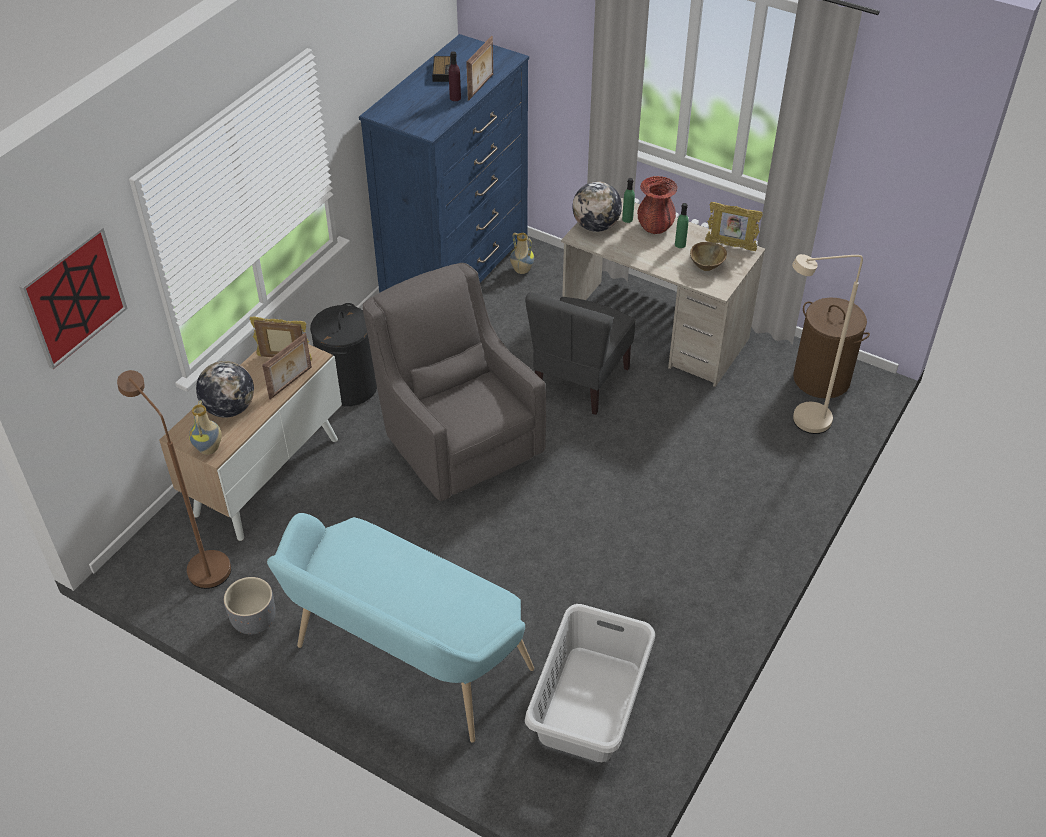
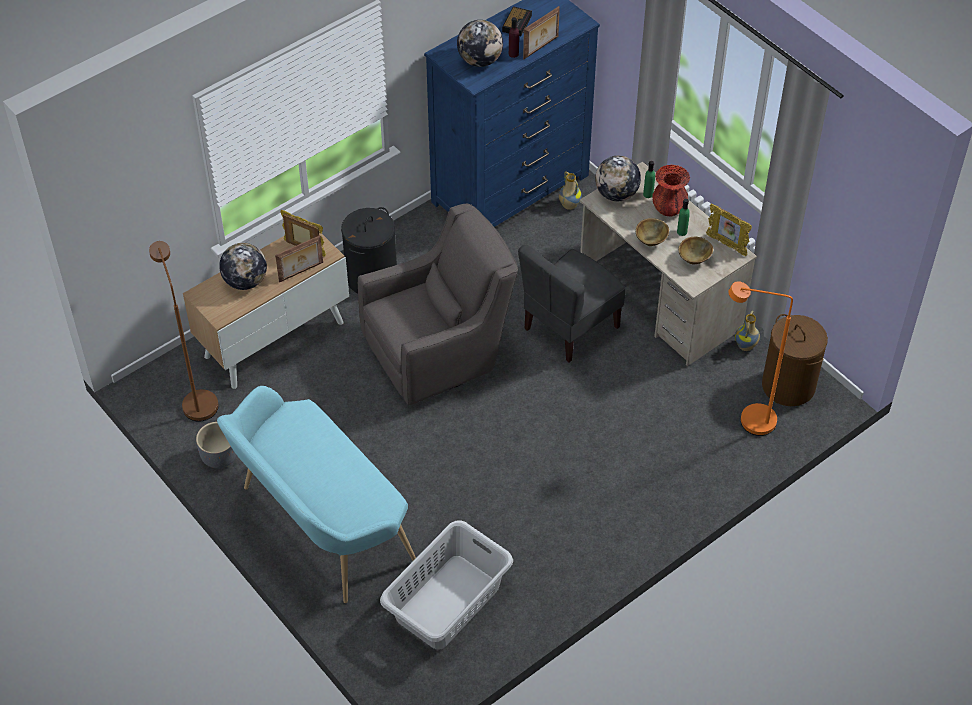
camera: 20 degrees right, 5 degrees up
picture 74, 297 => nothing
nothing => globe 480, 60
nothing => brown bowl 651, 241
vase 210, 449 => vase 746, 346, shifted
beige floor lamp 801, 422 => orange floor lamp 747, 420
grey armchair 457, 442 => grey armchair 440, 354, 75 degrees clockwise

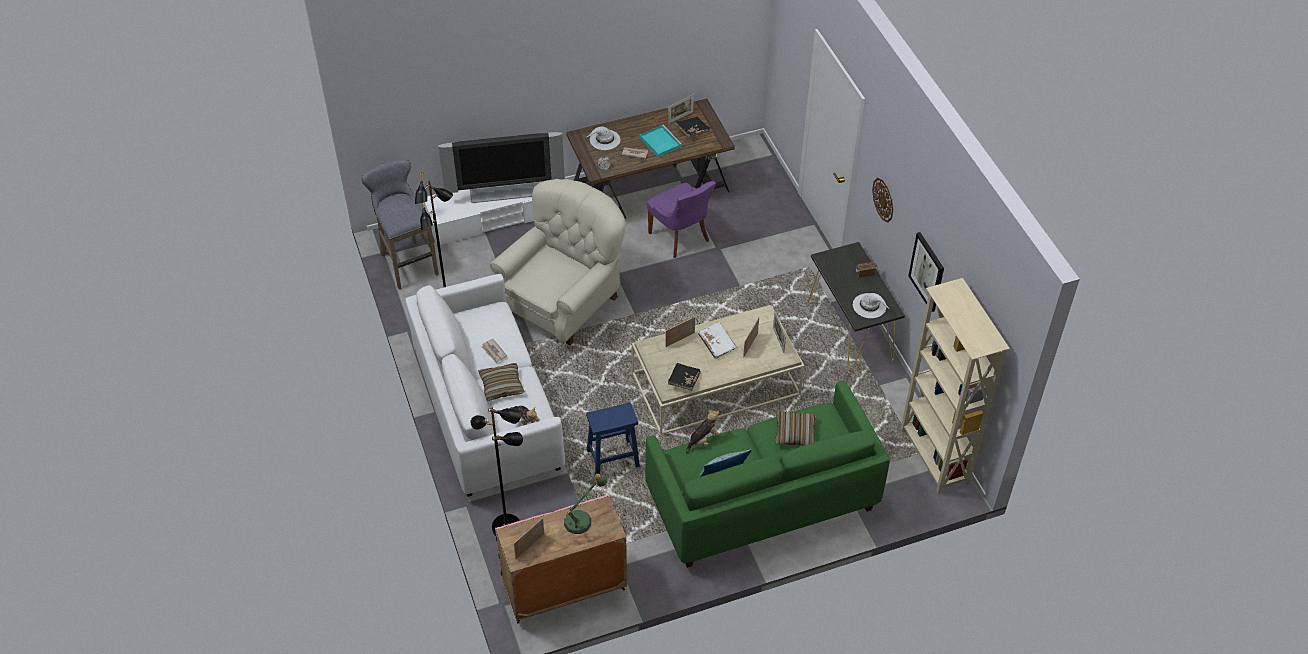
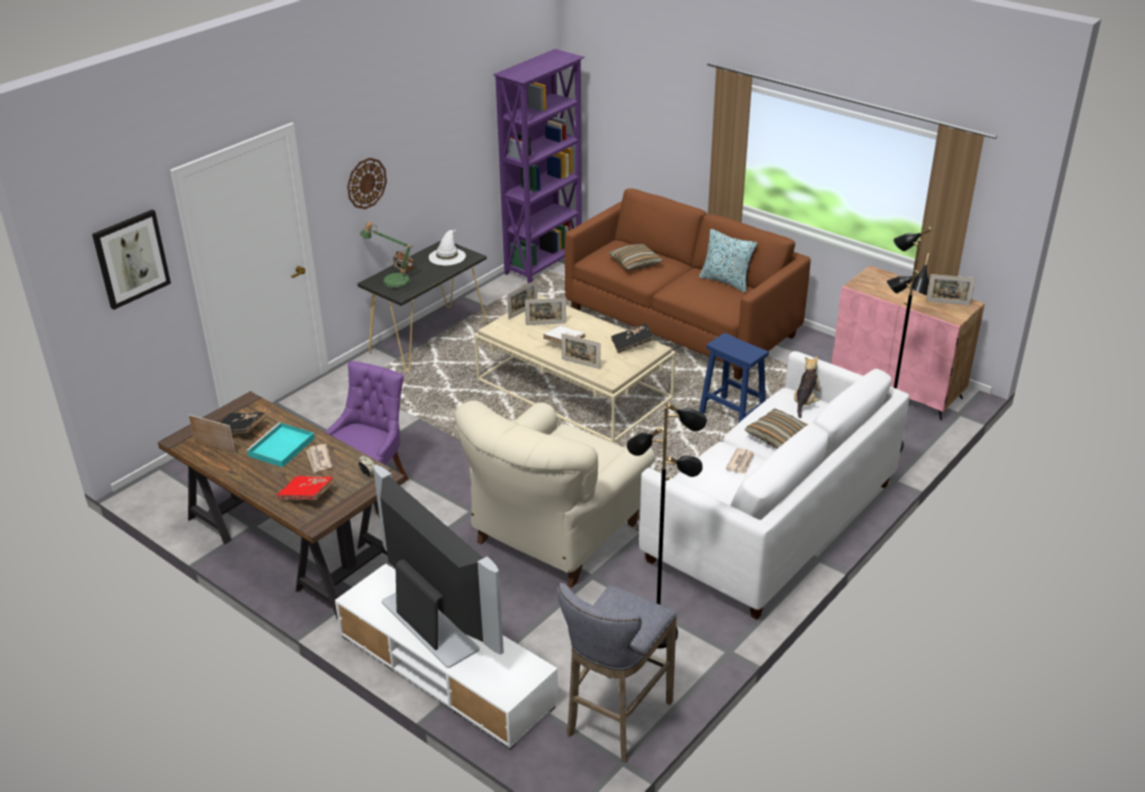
camera: 120 degrees left, 15 degrees down
plush toy 703, 440 => nothing
table lamp 582, 520 => table lamp 392, 281, shifted
picture 927, 271 => picture 131, 258, shifted
white hat 604, 140 => red book 307, 495
green sofa 761, 499 => brown sofa 681, 324
beige bookcase 933, 457 => purple bookcase 545, 263
beige armchair 563, 301 => beige armchair 555, 535, 60 degrees counterclockwise

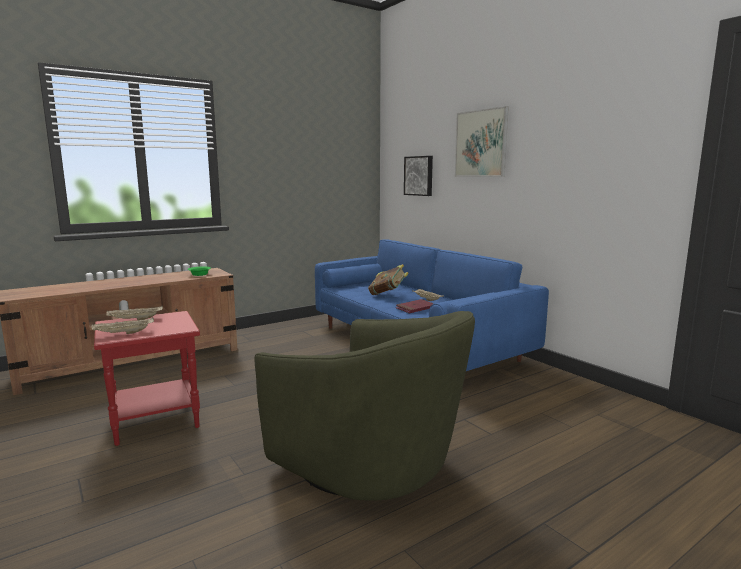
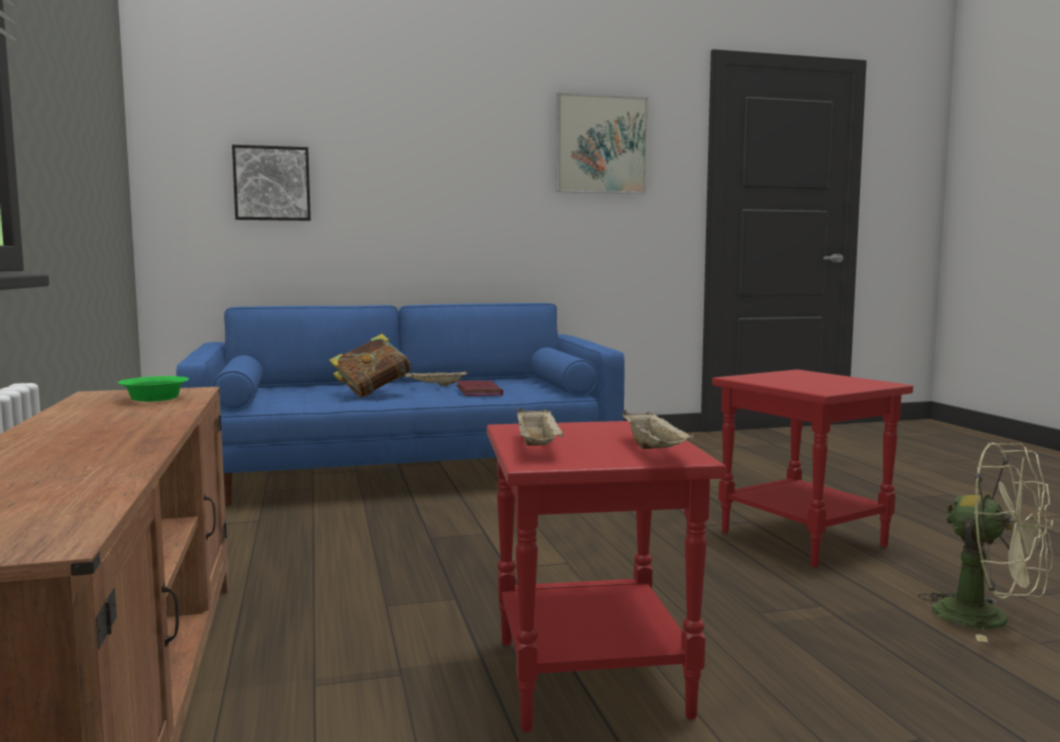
camera: 70 degrees left, 5 degrees down
nothing => green fan 988, 620
picture 481, 143 => picture 601, 144, shifted
green armchair 368, 466 => red side table 805, 539

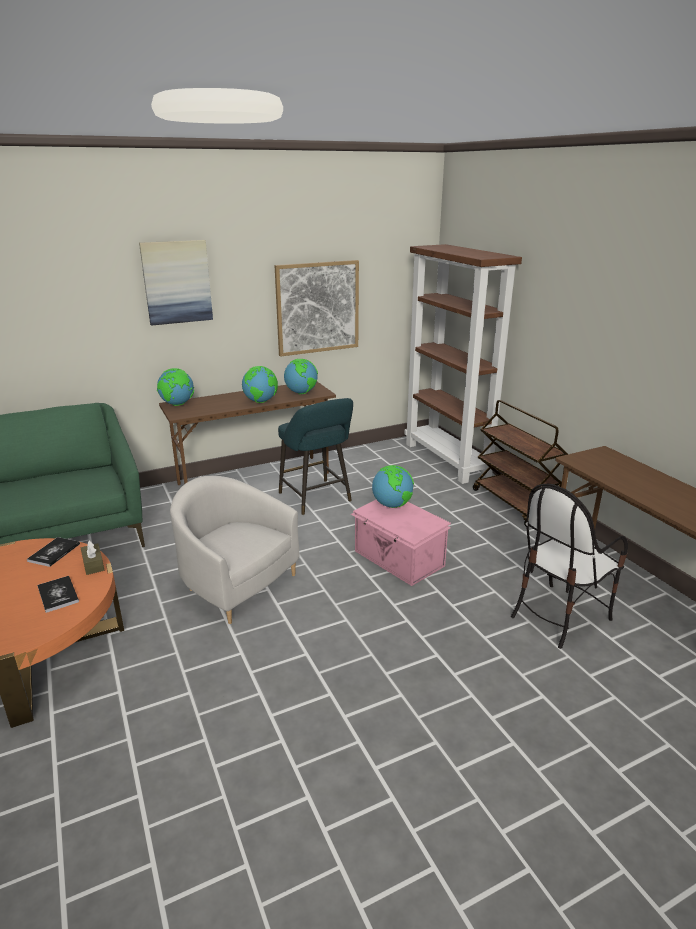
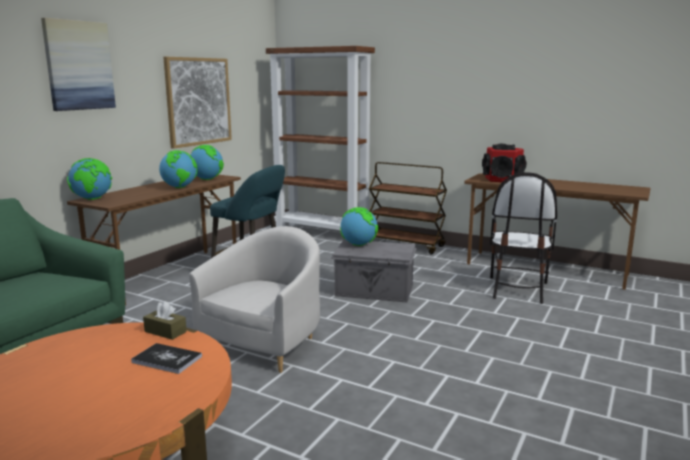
camera: 35 degrees left, 10 degrees down
book 54, 552 => nothing
nothing => speaker 502, 179
pink storage box 398, 559 => grey storage box 374, 291
white armchair 236, 584 => white armchair 265, 342, 120 degrees clockwise

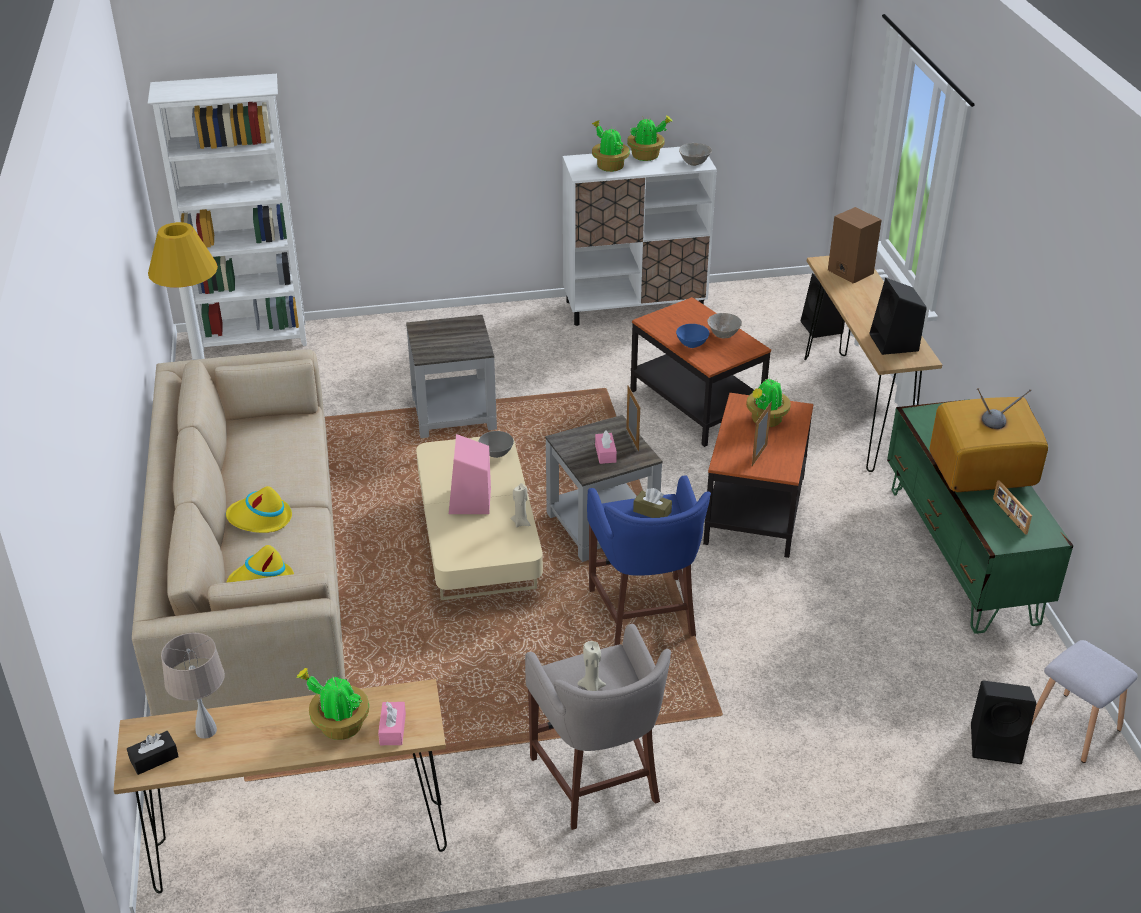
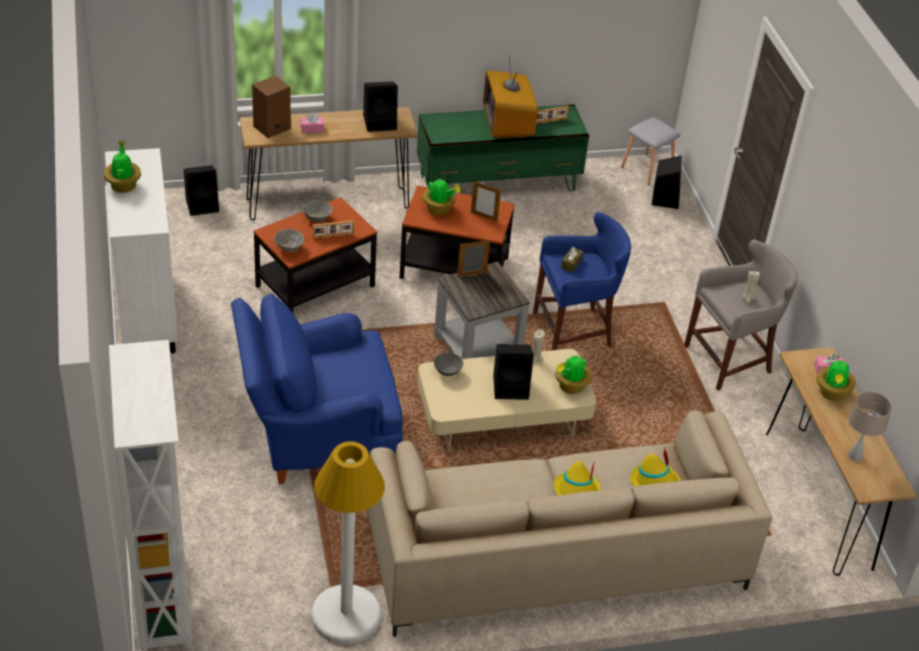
camera: 95 degrees left, 5 degrees up
black tissue box 154, 758 => nothing
potted plant 609, 166 => potted plant 570, 386, shifted
pink tissue box 605, 453 => pink tissue box 312, 129, shifted
grey bowl 695, 162 => grey bowl 289, 248, shifted
grey side table 454, 412 => blue armchair 316, 435
blue bowl 692, 345 => picture frame 333, 236
pink speaker 470, 502 => black speaker 512, 387

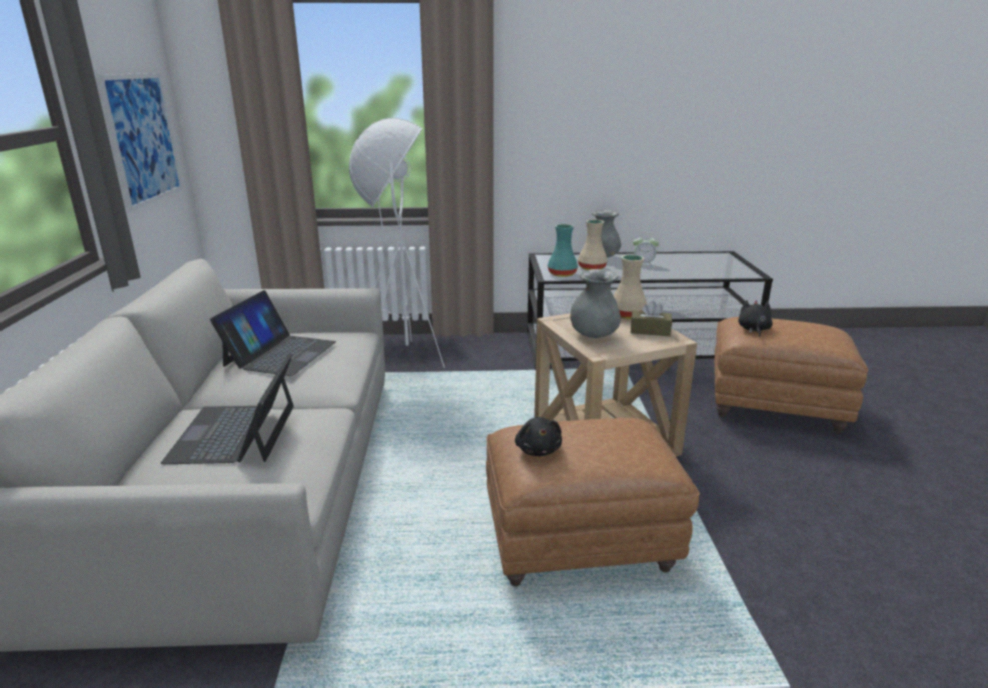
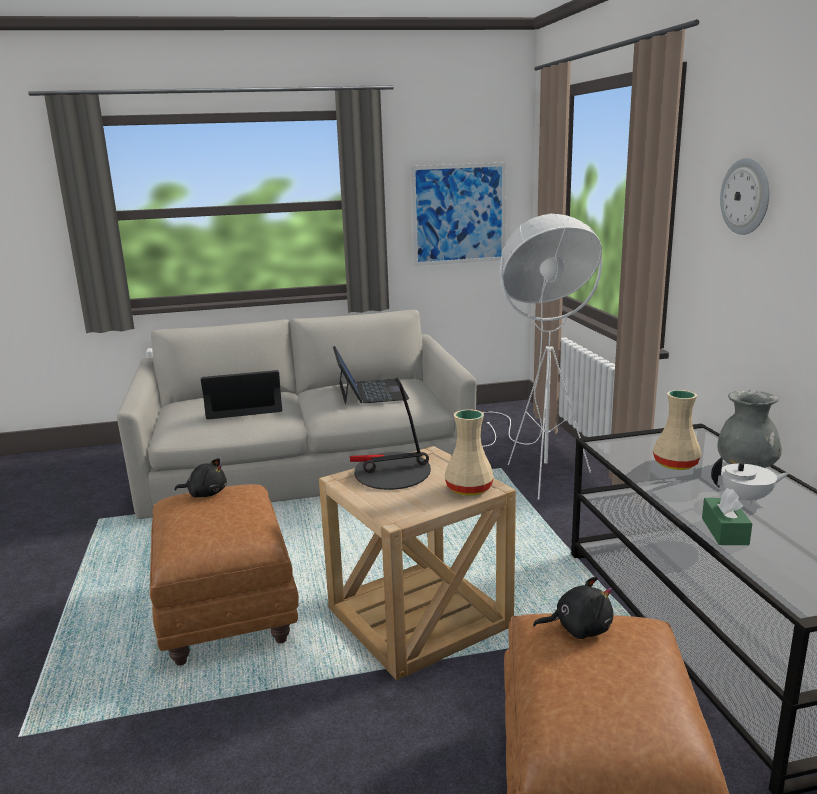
camera: 80 degrees right, 5 degrees down
turquoise vase 563, 274 => nothing
brown tissue box 650, 331 => nothing
nothing => green tissue box 724, 531
nothing => wall clock 746, 196
grey vase 594, 335 => table lamp 392, 474
alarm clock 643, 264 => white teapot 746, 499
laptop 280, 353 => laptop 370, 391, 105 degrees counterclockwise
black plush toy 538, 449 => black plush toy 205, 494, 150 degrees counterclockwise

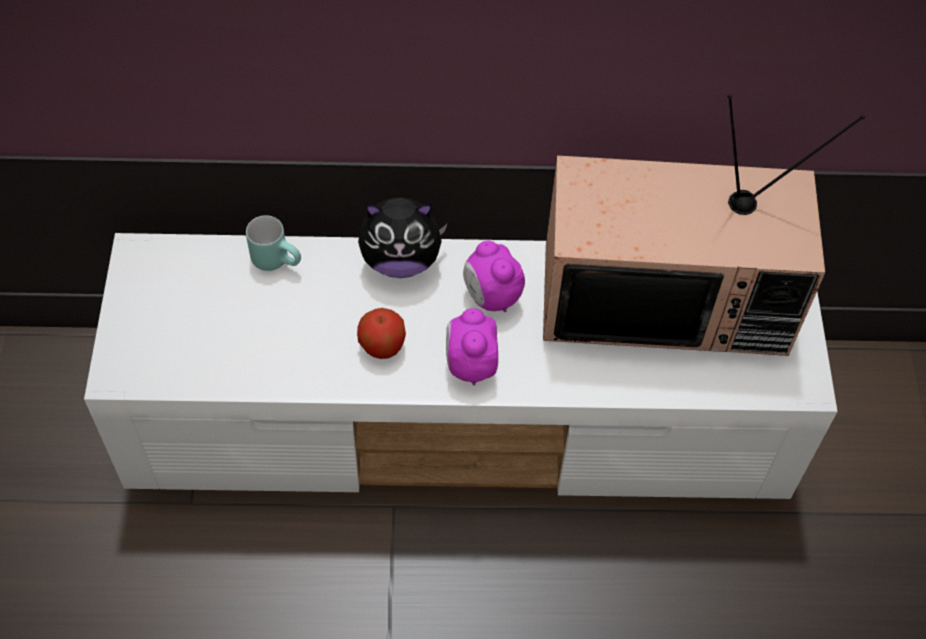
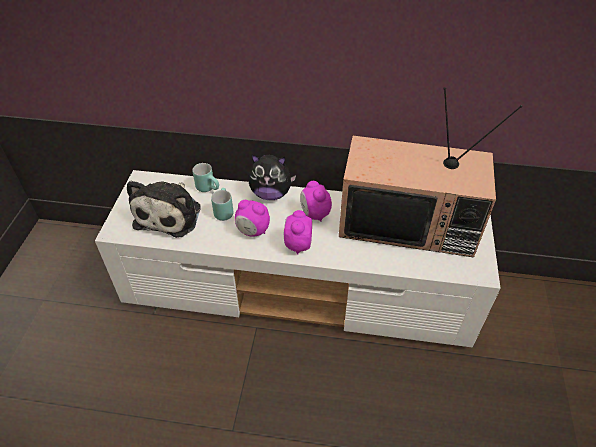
camera: 10 degrees right, 10 degrees down
nothing => plush toy 170, 214
nothing => turquoise mug 222, 211
apple 382, 346 => alarm clock 253, 231

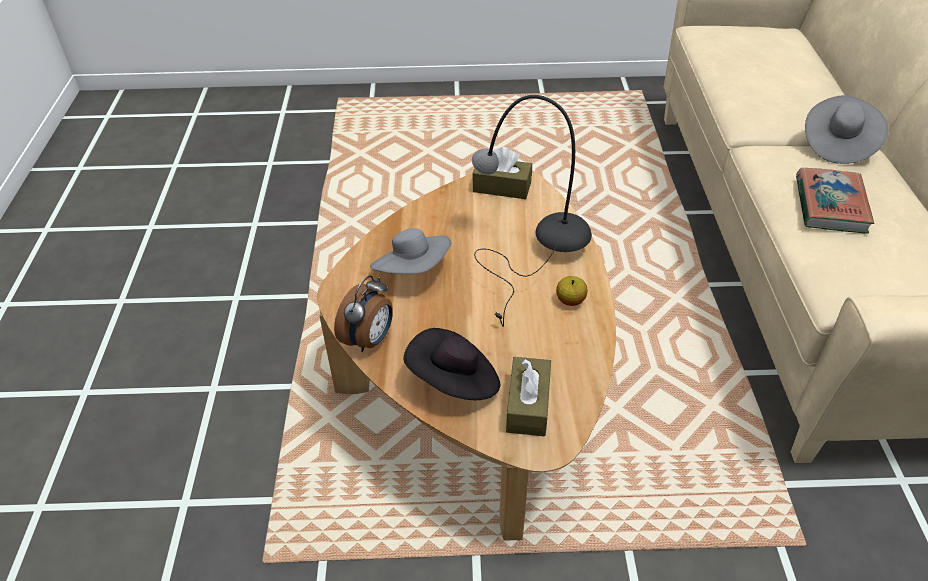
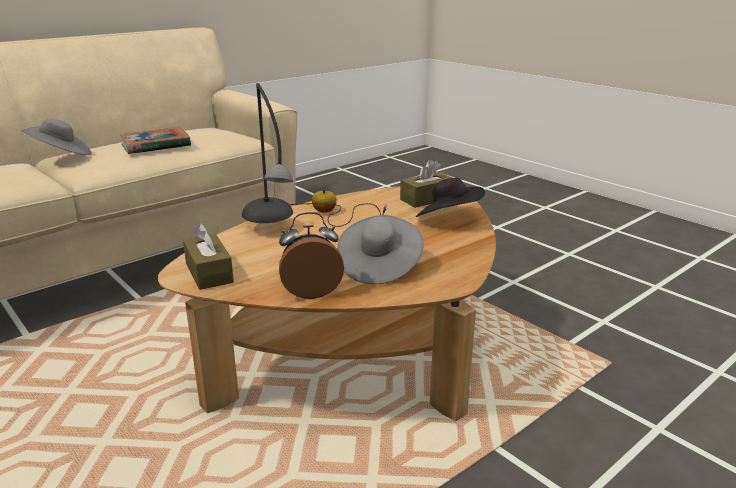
camera: 130 degrees left, 20 degrees down
alarm clock 369, 340 => alarm clock 311, 291, shifted

